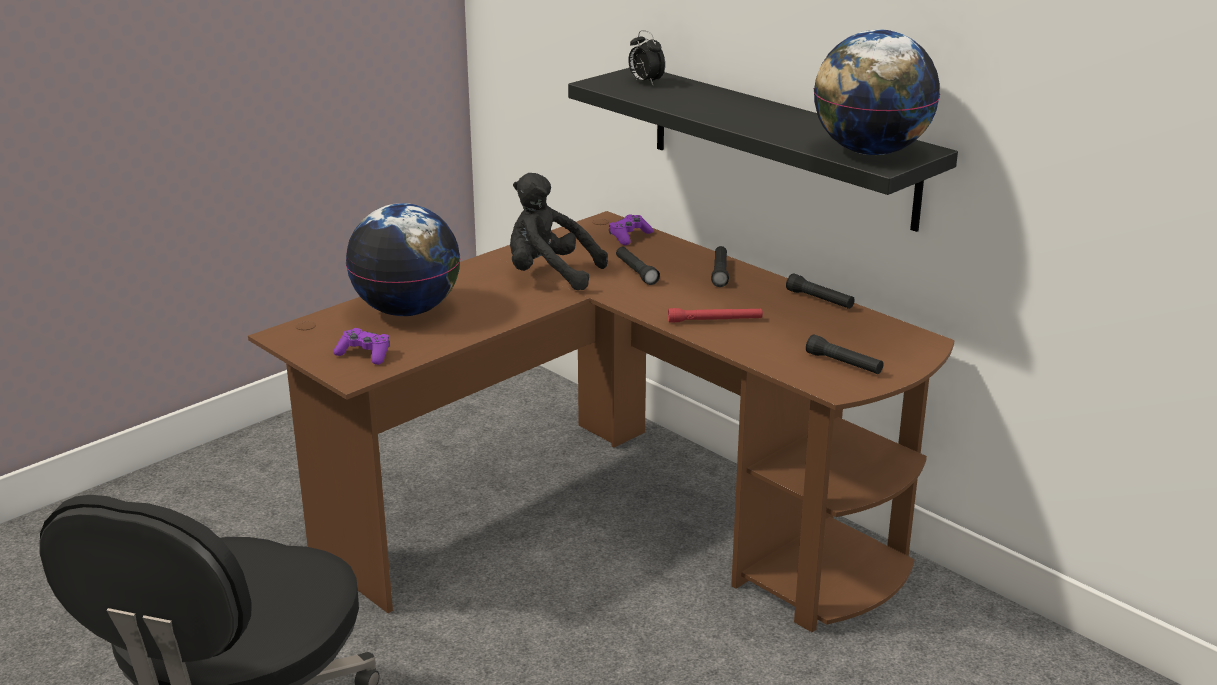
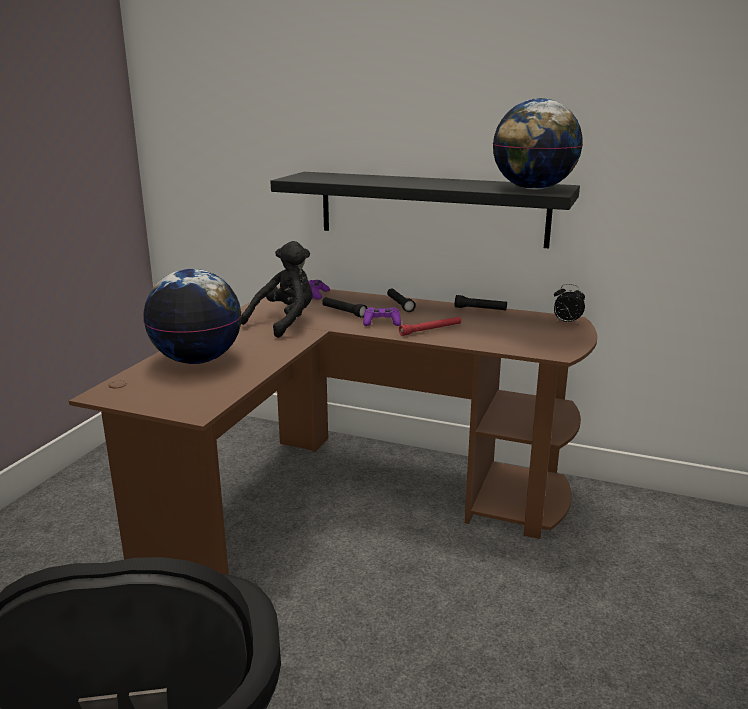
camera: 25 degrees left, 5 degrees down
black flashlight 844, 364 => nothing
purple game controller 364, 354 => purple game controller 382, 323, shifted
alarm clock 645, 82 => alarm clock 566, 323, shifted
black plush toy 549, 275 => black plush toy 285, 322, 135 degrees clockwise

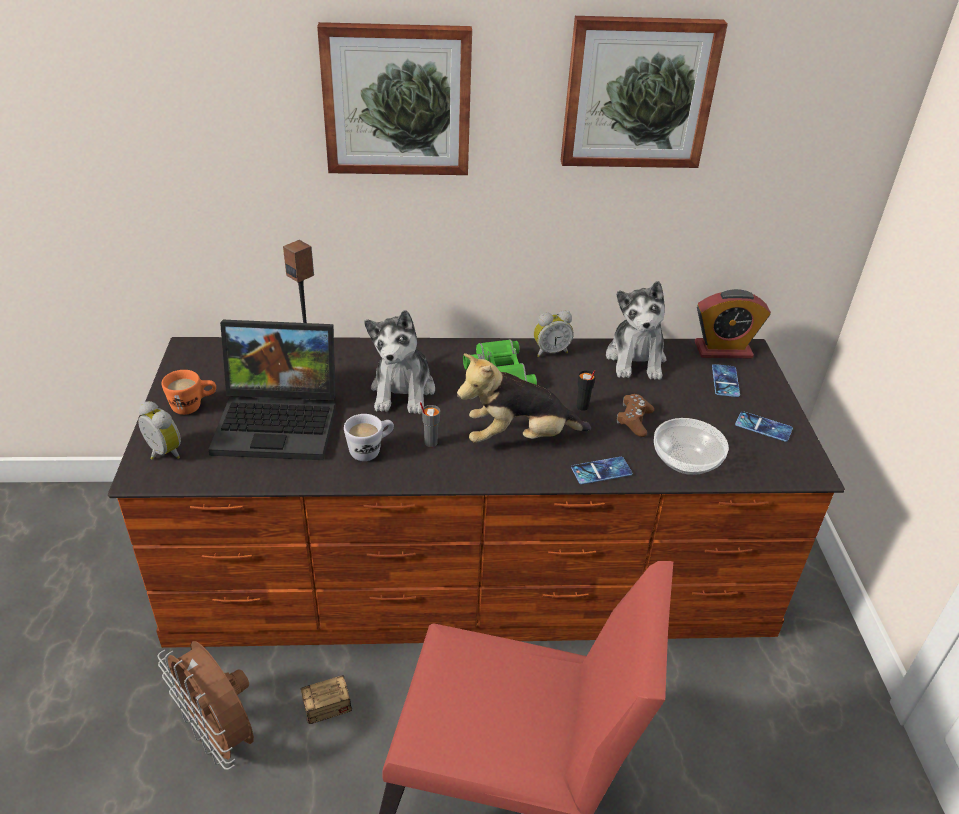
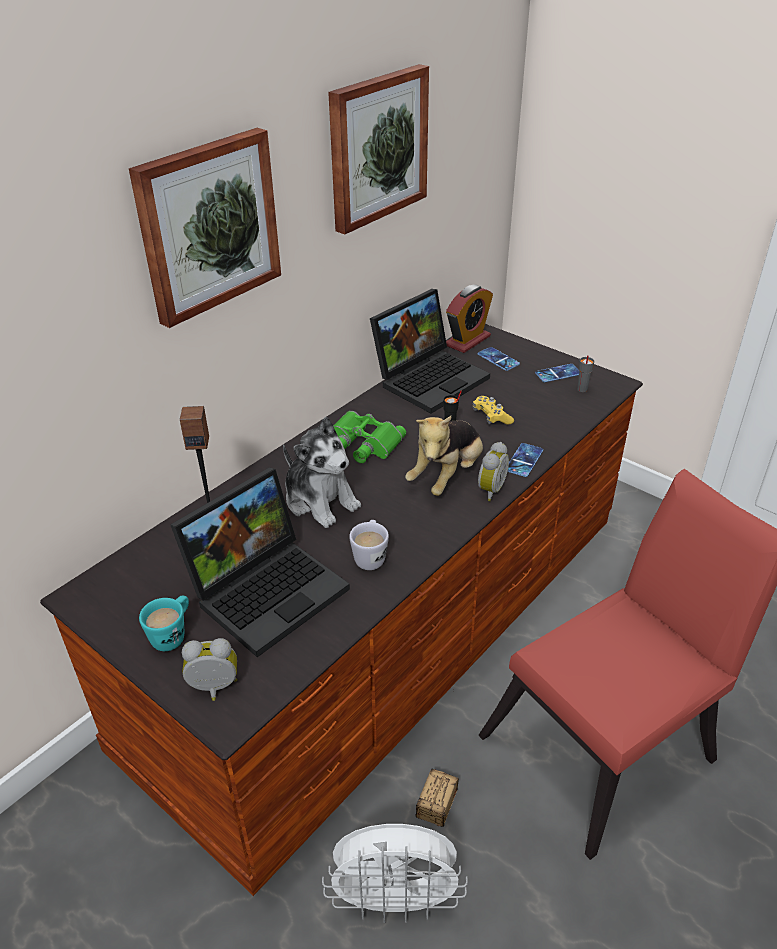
camera: 45 degrees left, 0 degrees up
bowl 687, 461 => nothing
grey cup 430, 442 => grey cup 582, 389, shifted
alarm clock 550, 351 => alarm clock 489, 490, shifted
plush toy 636, 359 => laptop 430, 377
brown fan 221, 736 => white fan 395, 901
orange mug 193, 406 => turquoise mug 173, 635
brown game controller 634, 421 => yellow game controller 491, 417

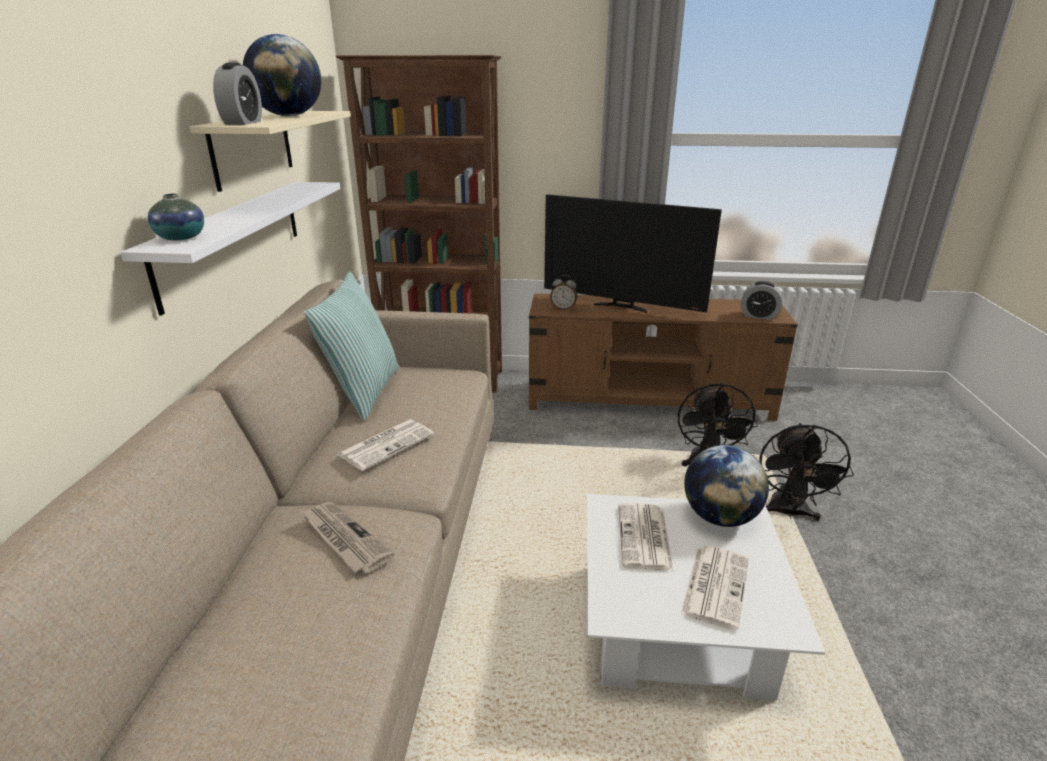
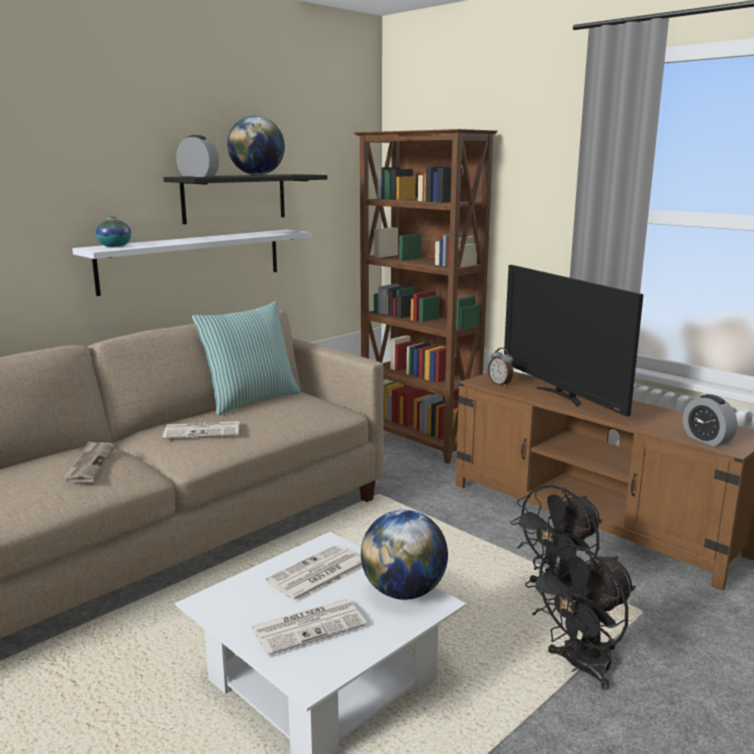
camera: 40 degrees right, 10 degrees down
beige shelf 252, 148 => black shelf 234, 198
alarm clock 243, 123 => alarm clock 198, 176, 105 degrees counterclockwise

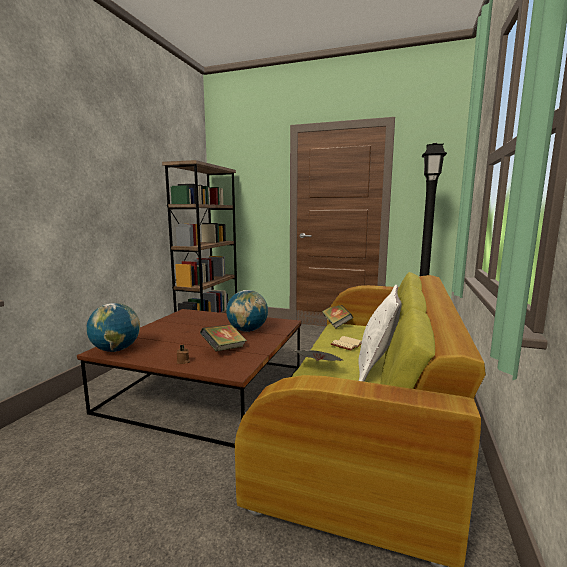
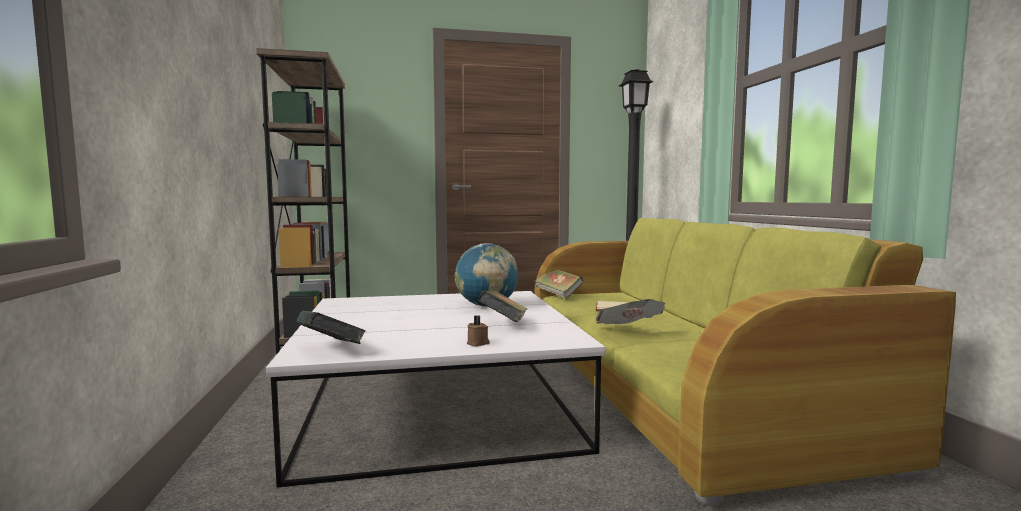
camera: 30 degrees left, 5 degrees down
white pillow 377, 369 => nothing
globe 116, 350 => book 331, 350
brown coffee table 206, 388 => white coffee table 438, 407

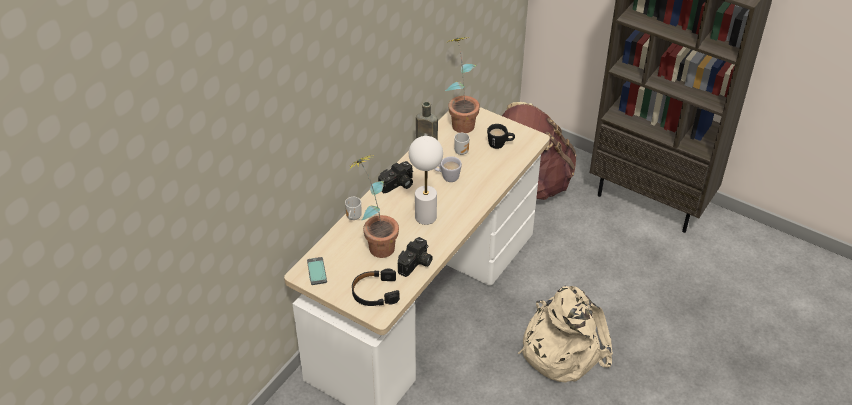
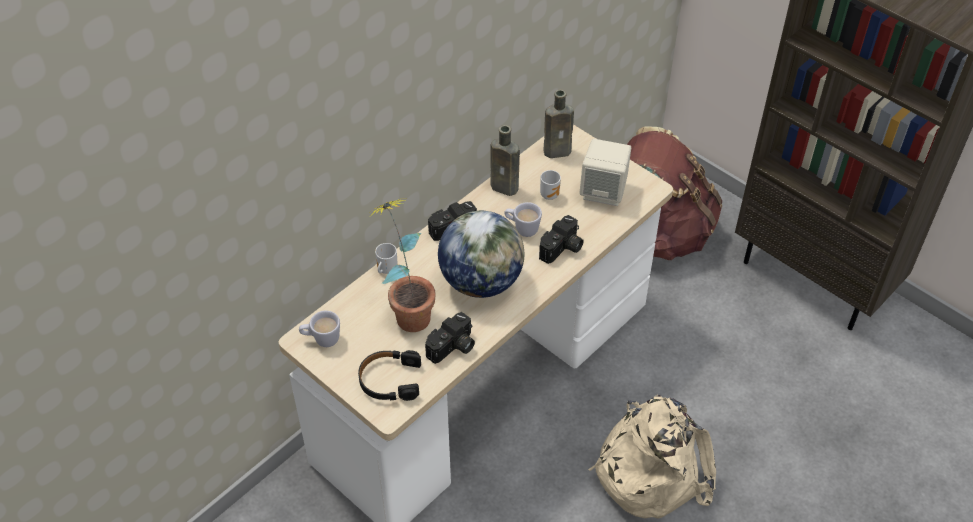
camera: 10 degrees right, 5 degrees up
nothing => photo camera 562, 249
phone 316, 271 => white mug 321, 339
white table lamp 425, 216 => globe 481, 281
potted plant 461, 121 => brown bottle 559, 151
black mug 500, 144 => beige speaker 603, 191

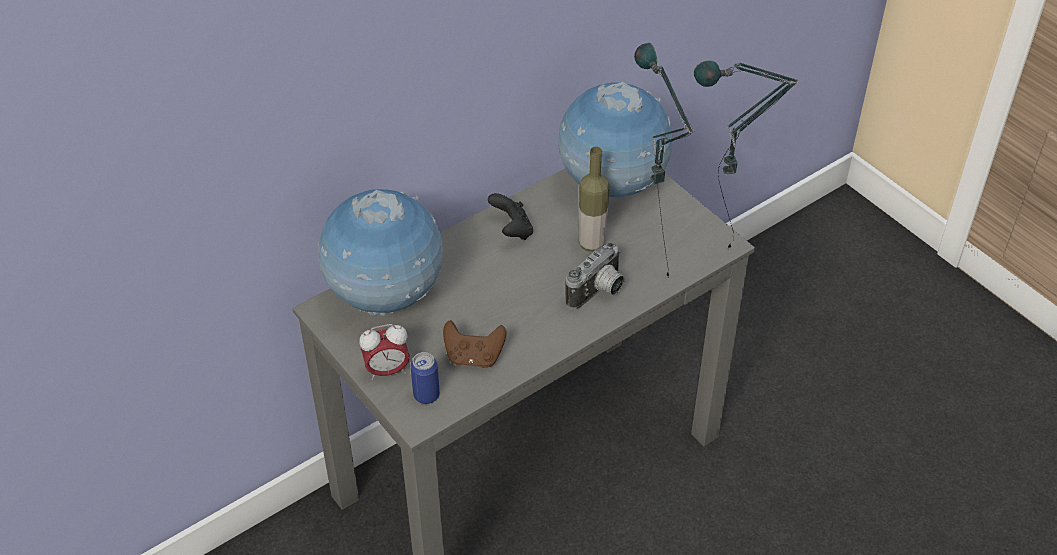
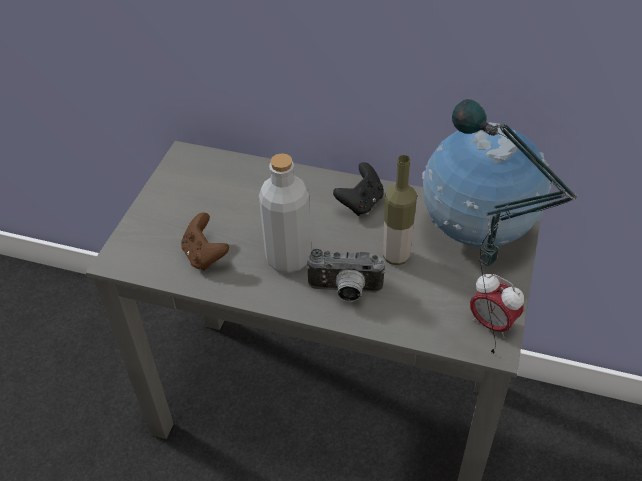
camera: 55 degrees right, 0 degrees up
globe 386, 298 => nothing
can 426, 395 => nothing
table lamp 650, 272 => nothing
nothing => grey bottle 288, 258
alarm clock 387, 371 => alarm clock 491, 324, shifted

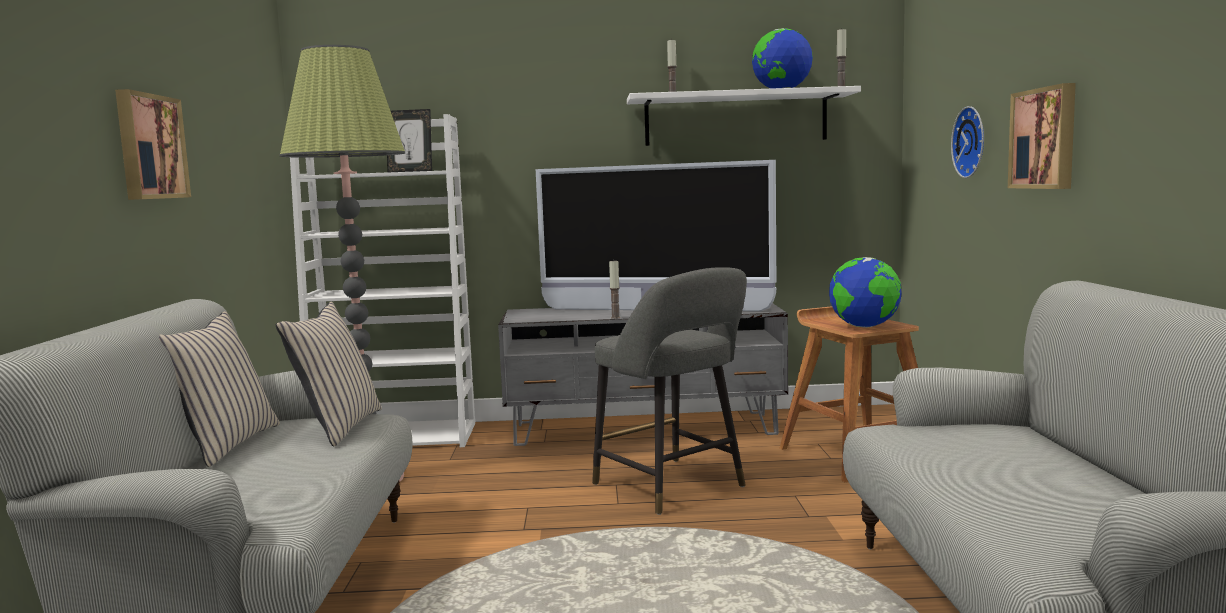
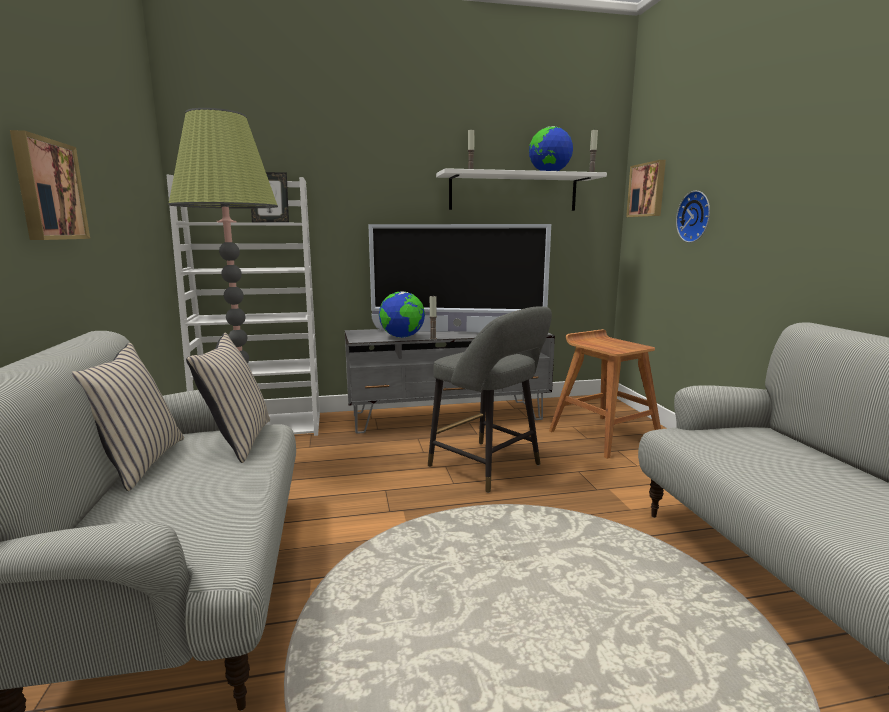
camera: 10 degrees left, 5 degrees up
globe 864, 327 => globe 402, 337, shifted
picture 1045, 138 => picture 647, 190, shifted

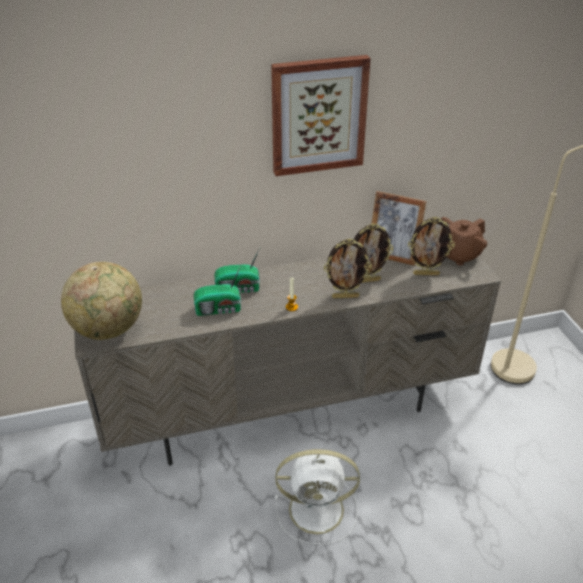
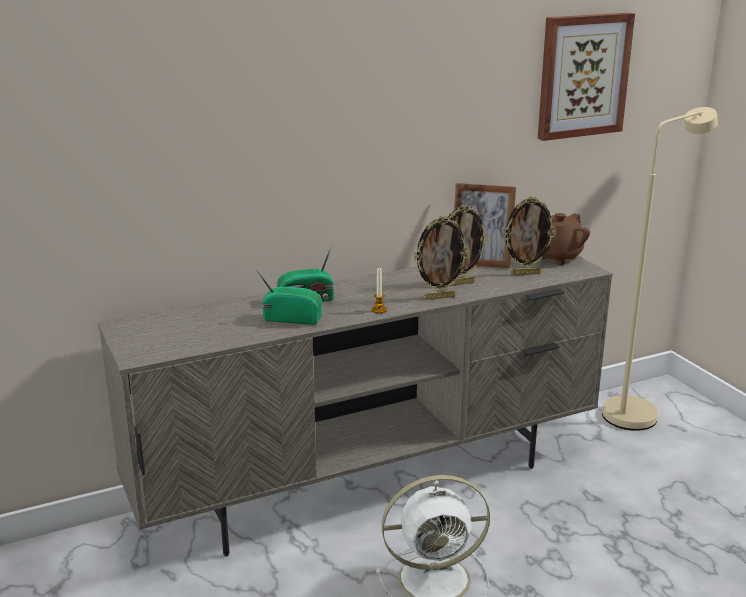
camera: 10 degrees left, 15 degrees down
globe 109, 329 => nothing
picture 318, 115 => picture 582, 75, shifted
radio 219, 309 => radio 291, 318, 150 degrees counterclockwise

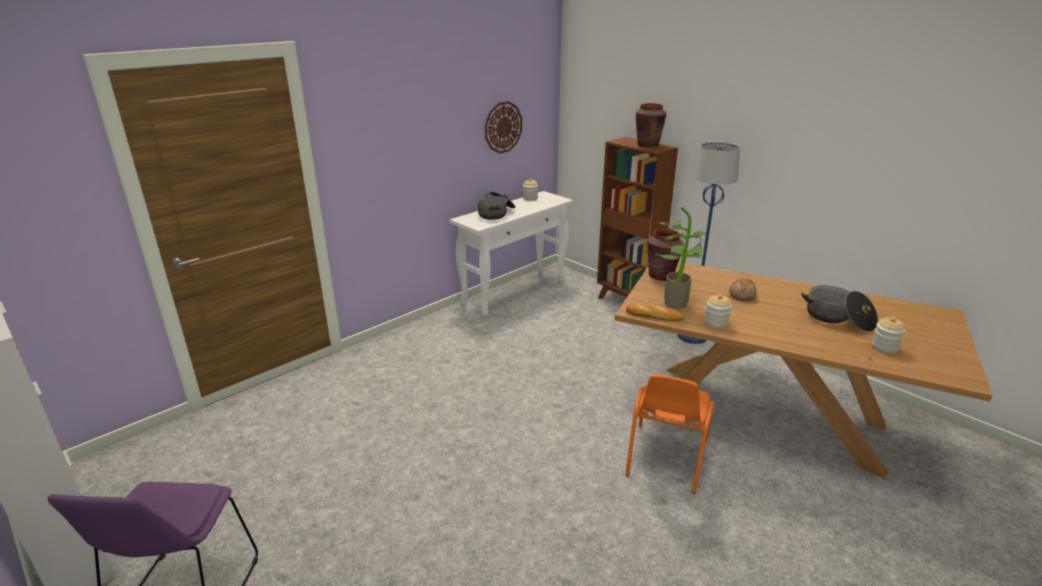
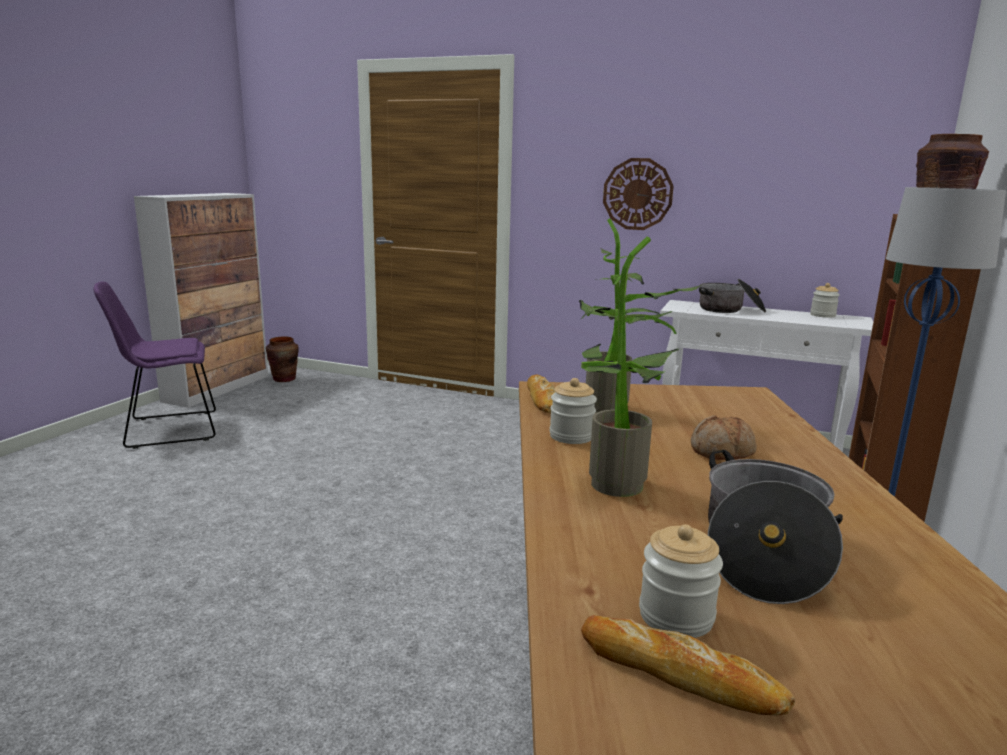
camera: 65 degrees right, 10 degrees down
orange chair 665, 458 => nothing
nothing => potted plant 619, 489
nothing => bread 679, 674
wall clock 503, 127 => wall clock 637, 194, shifted
brown vase 661, 276 => brown vase 284, 379, shifted

